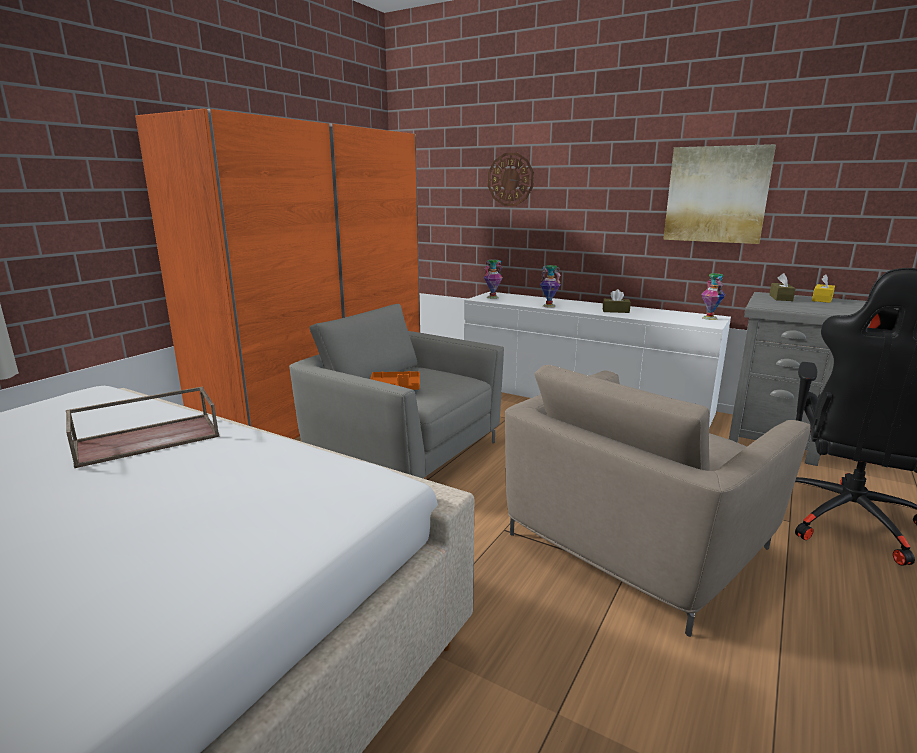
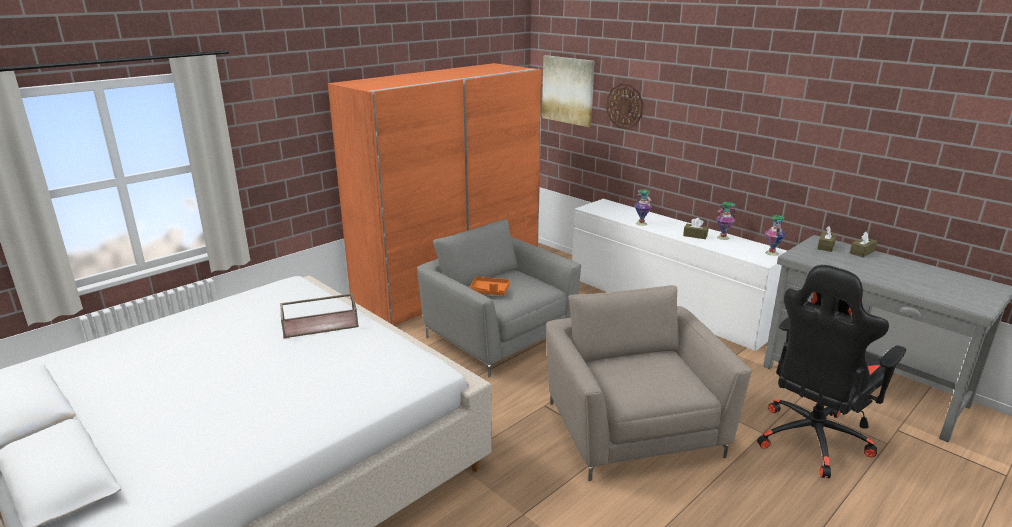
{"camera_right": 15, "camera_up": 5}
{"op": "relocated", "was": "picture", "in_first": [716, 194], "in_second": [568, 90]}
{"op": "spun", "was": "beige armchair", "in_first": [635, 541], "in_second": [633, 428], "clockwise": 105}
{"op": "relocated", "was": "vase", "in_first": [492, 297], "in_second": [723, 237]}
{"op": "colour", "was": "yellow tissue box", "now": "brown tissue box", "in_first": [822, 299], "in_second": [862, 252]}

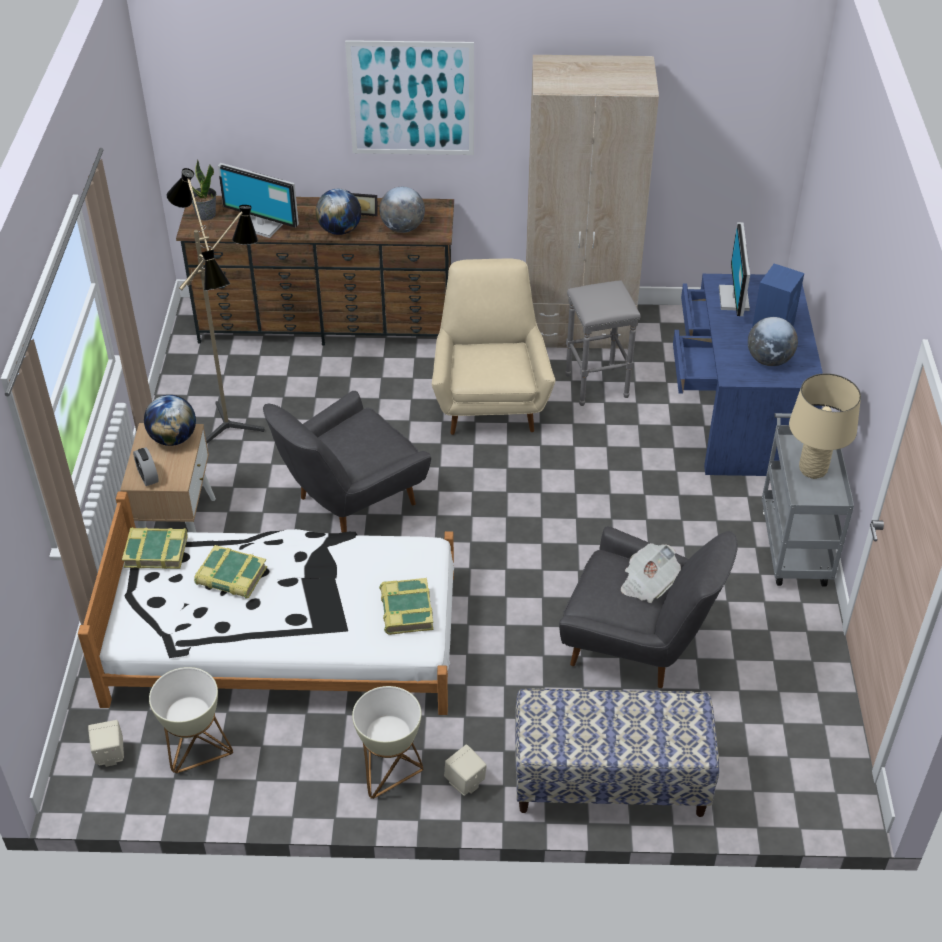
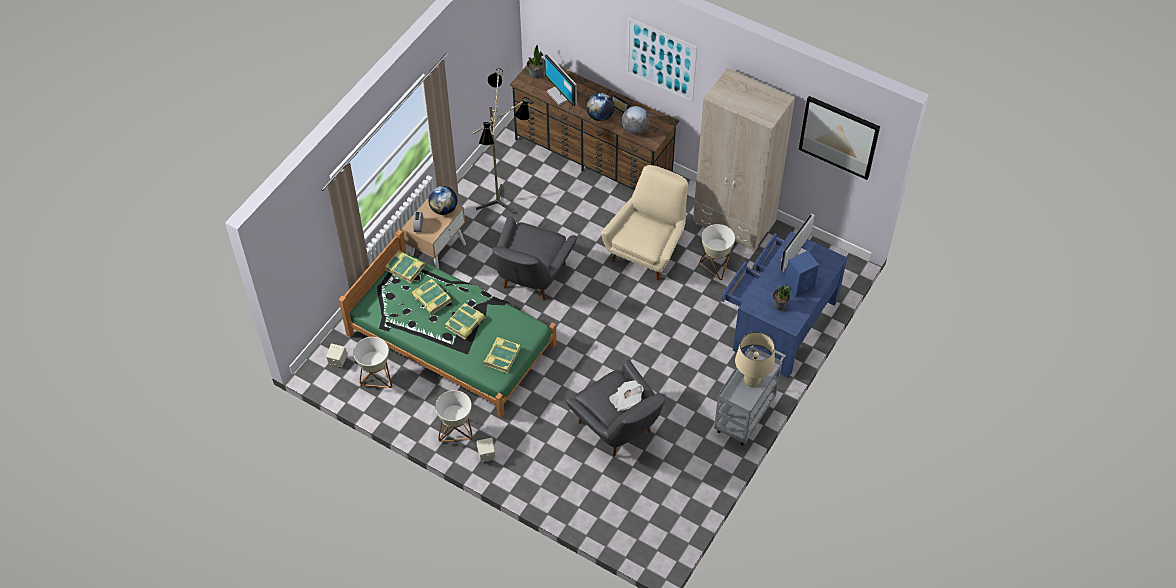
{"camera_right": 30, "camera_up": 10}
{"op": "colour", "was": "white bed", "now": "green bed", "in_first": [284, 637], "in_second": [451, 339]}
{"op": "appeared", "now": "book", "in_second": [465, 323]}
{"op": "spun", "was": "grey armchair", "in_first": [350, 503], "in_second": [531, 279], "clockwise": -60}
{"op": "exchanged", "was": "grey stool", "now": "planter", "in_first": [595, 385], "in_second": [715, 265]}
{"op": "exchanged", "was": "globe", "now": "potted plant", "in_first": [769, 360], "in_second": [779, 305]}
{"op": "appeared", "now": "picture", "in_second": [839, 137]}
{"op": "missing", "was": "bench", "in_first": [609, 781]}

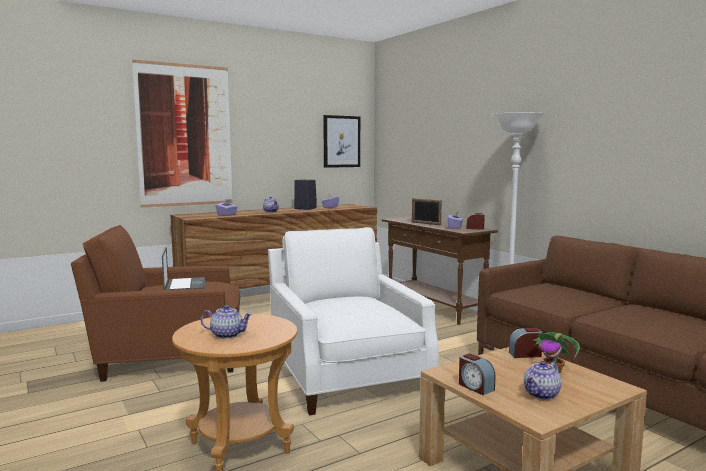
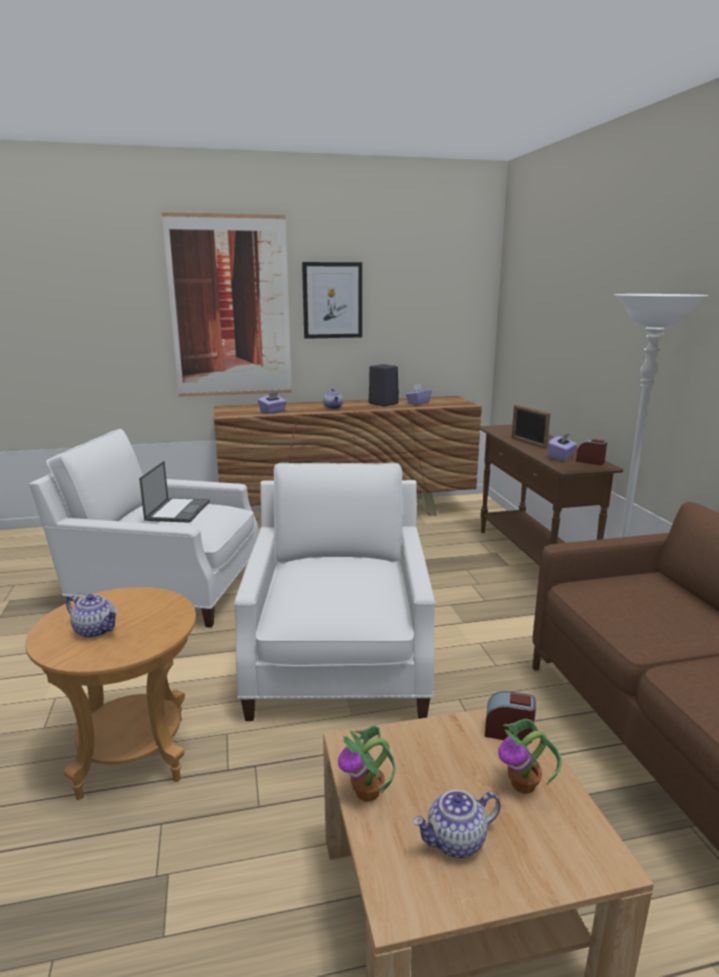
{"camera_right": 20, "camera_up": 10}
{"op": "colour", "was": "brown armchair", "now": "white armchair", "in_first": [170, 355], "in_second": [166, 587]}
{"op": "relocated", "was": "picture", "in_first": [341, 141], "in_second": [332, 300]}
{"op": "exchanged", "was": "alarm clock", "now": "potted plant", "in_first": [475, 387], "in_second": [368, 793]}

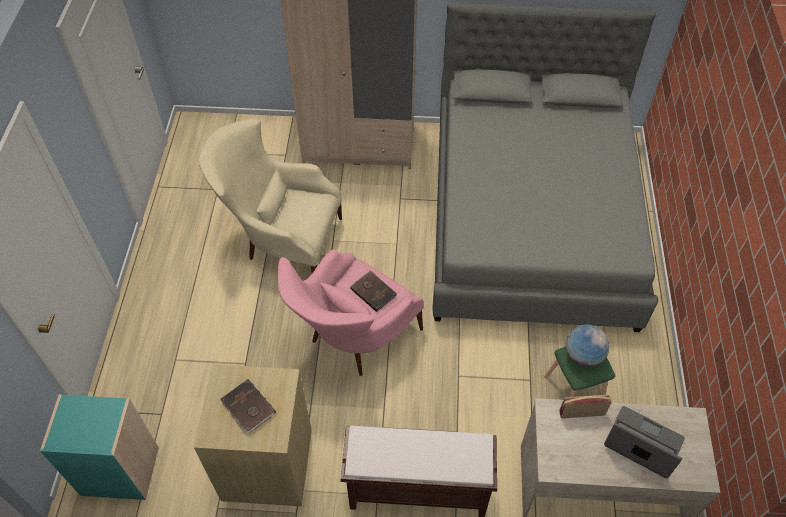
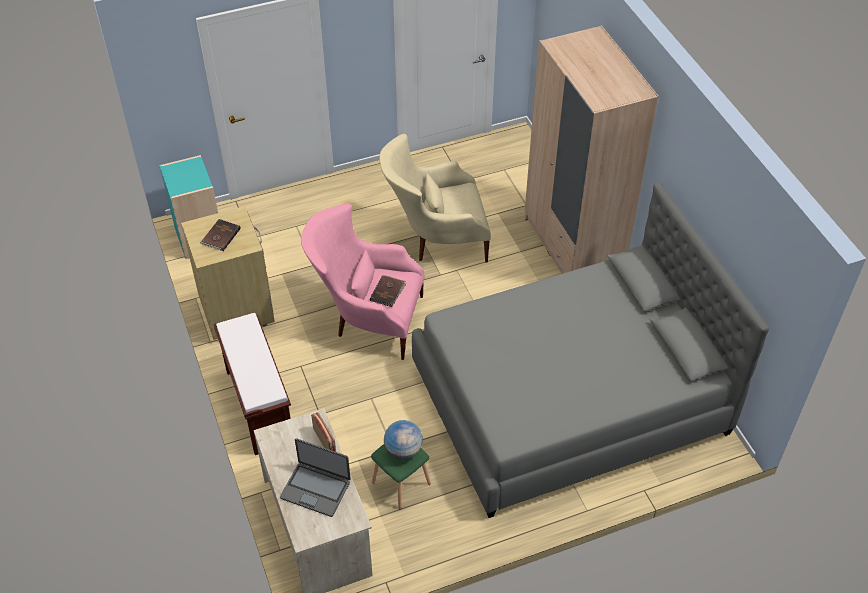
{"camera_right": 65, "camera_up": -5}
{"op": "spun", "was": "laptop", "in_first": [642, 443], "in_second": [316, 489], "clockwise": 105}
{"op": "spun", "was": "beige armchair", "in_first": [281, 241], "in_second": [435, 239], "clockwise": -90}

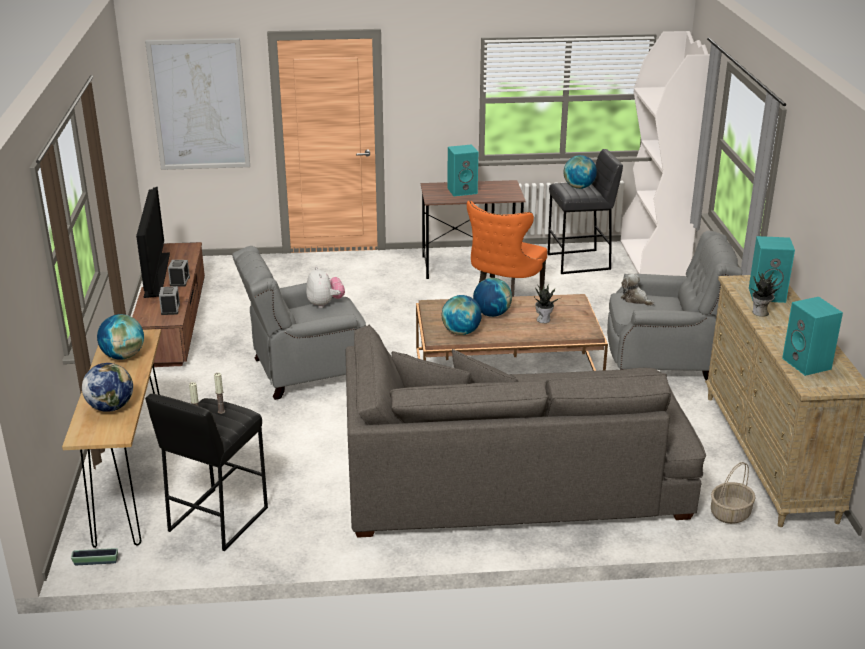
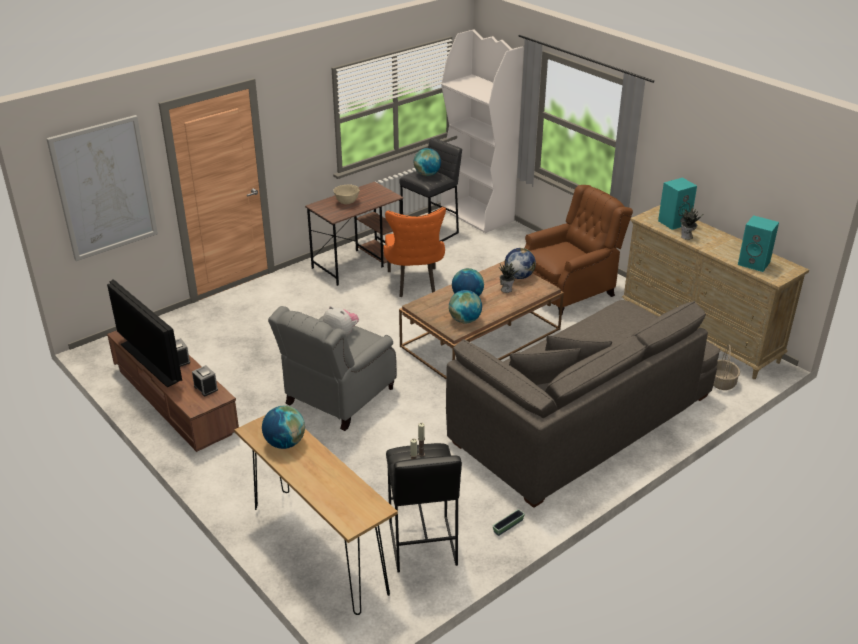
{"camera_right": -35, "camera_up": 5}
{"op": "exchanged", "was": "turquoise speaker", "now": "beige bowl", "in_first": [462, 190], "in_second": [347, 202]}
{"op": "relocated", "was": "planter", "in_first": [96, 561], "in_second": [508, 526]}
{"op": "relocated", "was": "globe", "in_first": [111, 407], "in_second": [519, 276]}
{"op": "colour", "was": "grey armchair", "now": "brown armchair", "in_first": [663, 360], "in_second": [568, 291]}
{"op": "missing", "was": "plush toy", "in_first": [635, 299]}

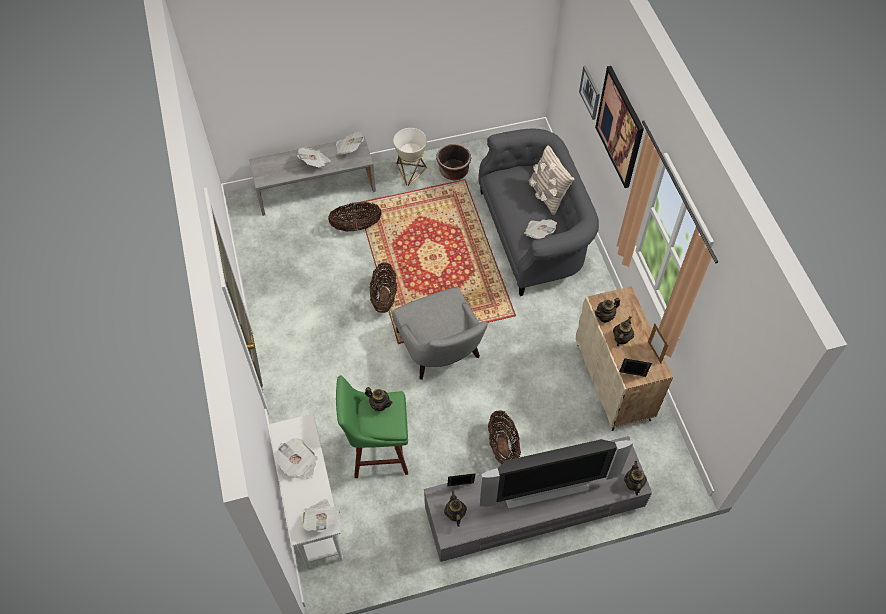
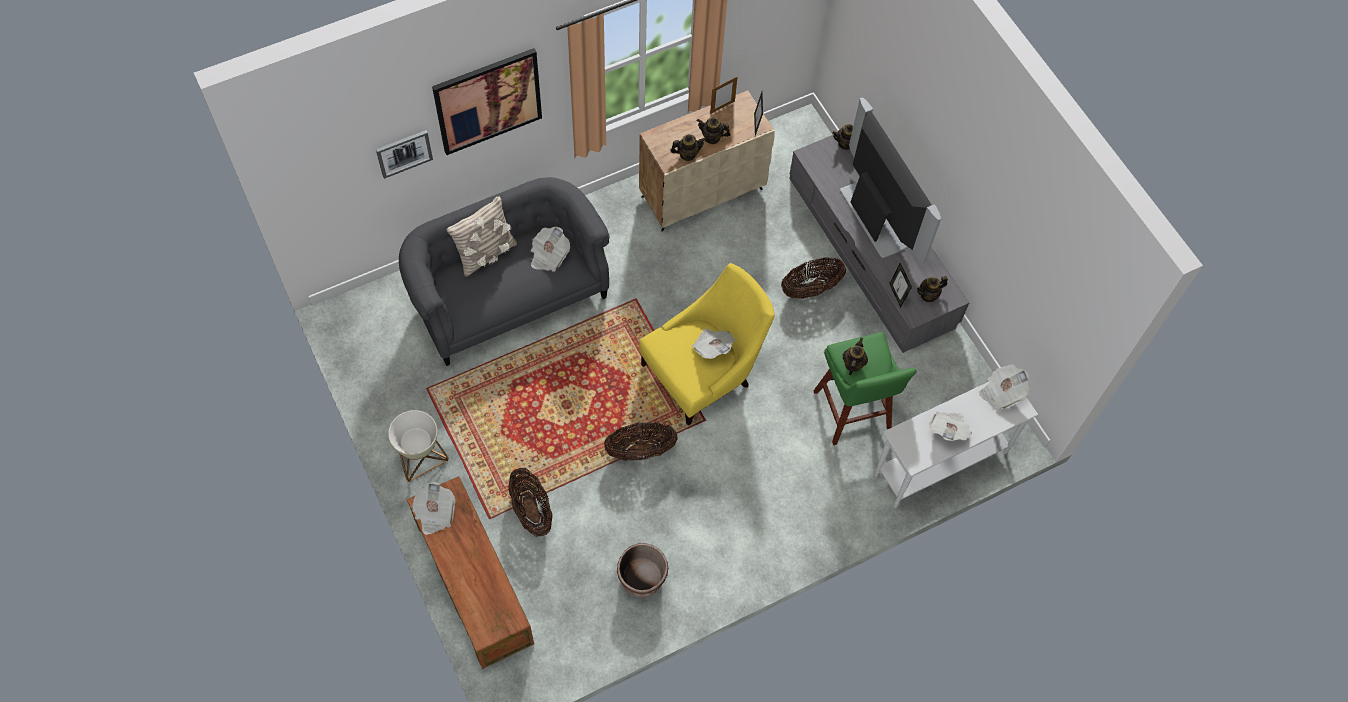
{"camera_right": -105, "camera_up": 5}
{"op": "colour", "was": "grey bench", "now": "brown bench", "in_first": [316, 188], "in_second": [471, 581]}
{"op": "relocated", "was": "brown planter", "in_first": [453, 171], "in_second": [642, 578]}
{"op": "colour", "was": "grey armchair", "now": "yellow armchair", "in_first": [441, 351], "in_second": [704, 370]}
{"op": "spun", "was": "teapot", "in_first": [605, 316], "in_second": [687, 154], "clockwise": -60}
{"op": "relocated", "was": "newspaper", "in_first": [314, 163], "in_second": [712, 347]}

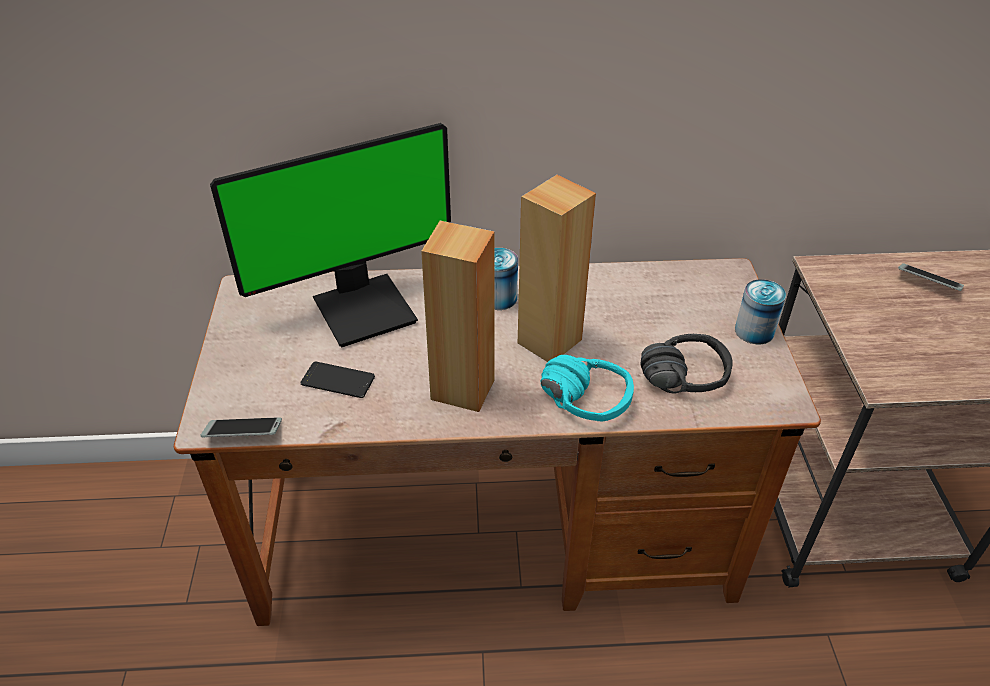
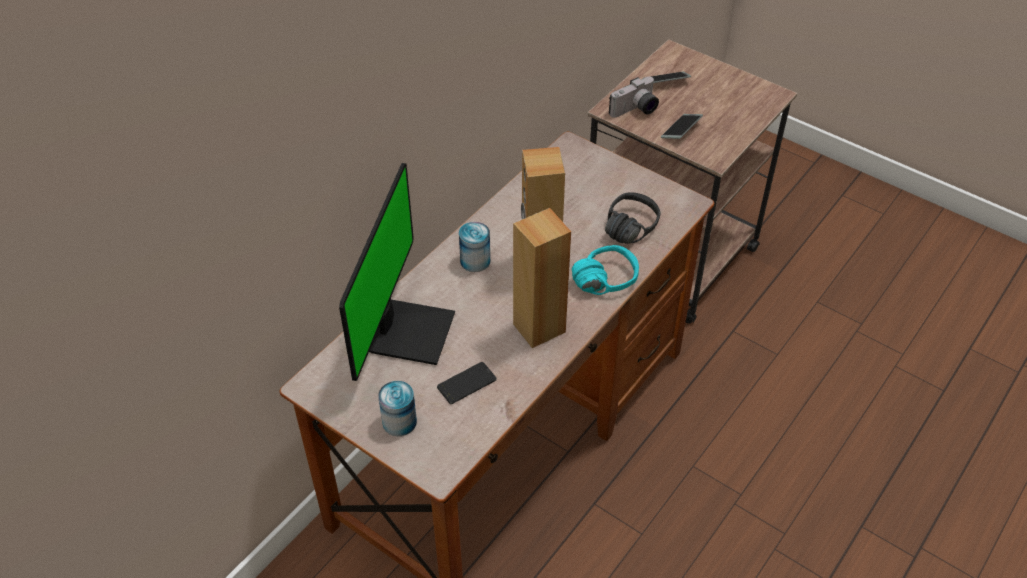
{"camera_right": -50, "camera_up": 5}
{"op": "relocated", "was": "can", "in_first": [754, 331], "in_second": [399, 422]}
{"op": "appeared", "now": "photo camera", "in_second": [635, 110]}
{"op": "relocated", "was": "phone", "in_first": [243, 433], "in_second": [681, 130]}

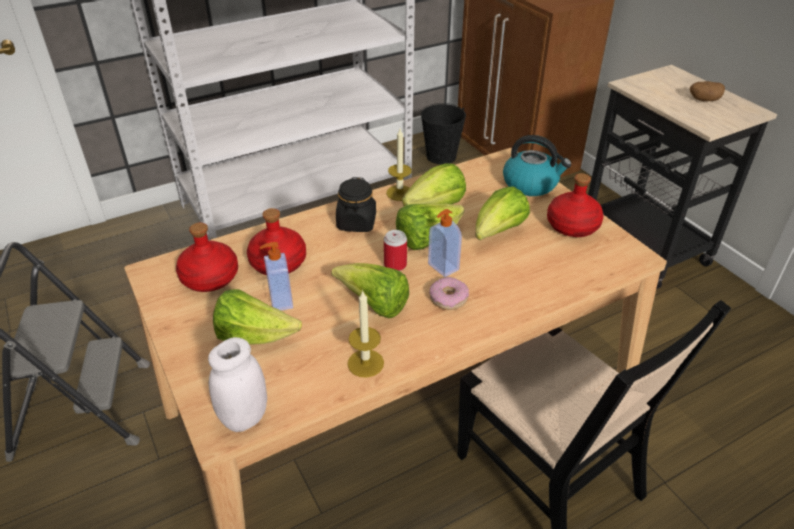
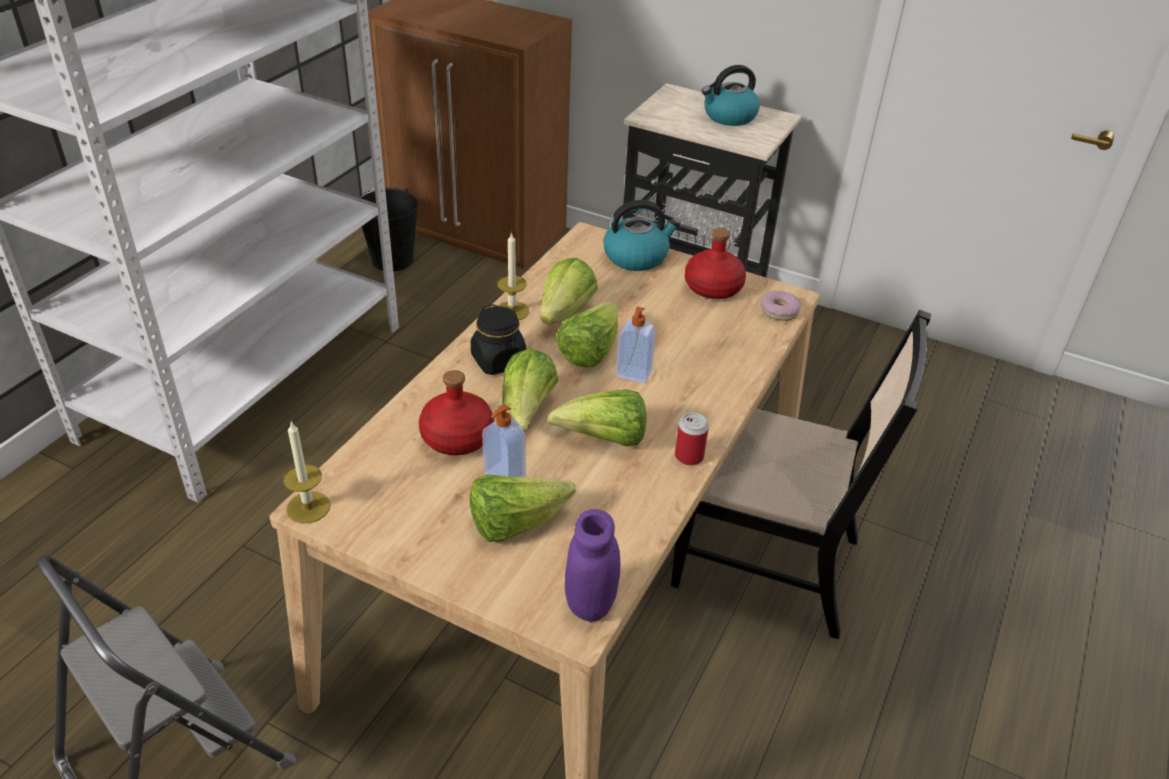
{"camera_right": -35, "camera_up": 0}
{"op": "relocated", "was": "candle", "in_first": [365, 363], "in_second": [308, 507]}
{"op": "relocated", "was": "lettuce", "in_first": [498, 232], "in_second": [527, 410]}
{"op": "colour", "was": "white jar", "now": "purple jar", "in_first": [245, 417], "in_second": [590, 604]}
{"op": "relocated", "was": "can", "in_first": [395, 265], "in_second": [689, 456]}
{"op": "exchanged", "was": "potato", "now": "kettle", "in_first": [703, 100], "in_second": [729, 117]}
{"op": "relocated", "was": "donut", "in_first": [448, 298], "in_second": [779, 311]}
{"op": "missing", "was": "red bottle", "in_first": [209, 278]}

